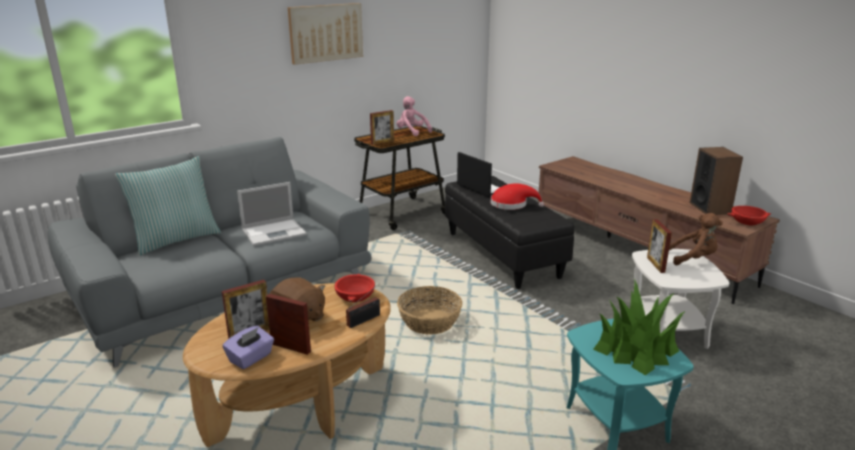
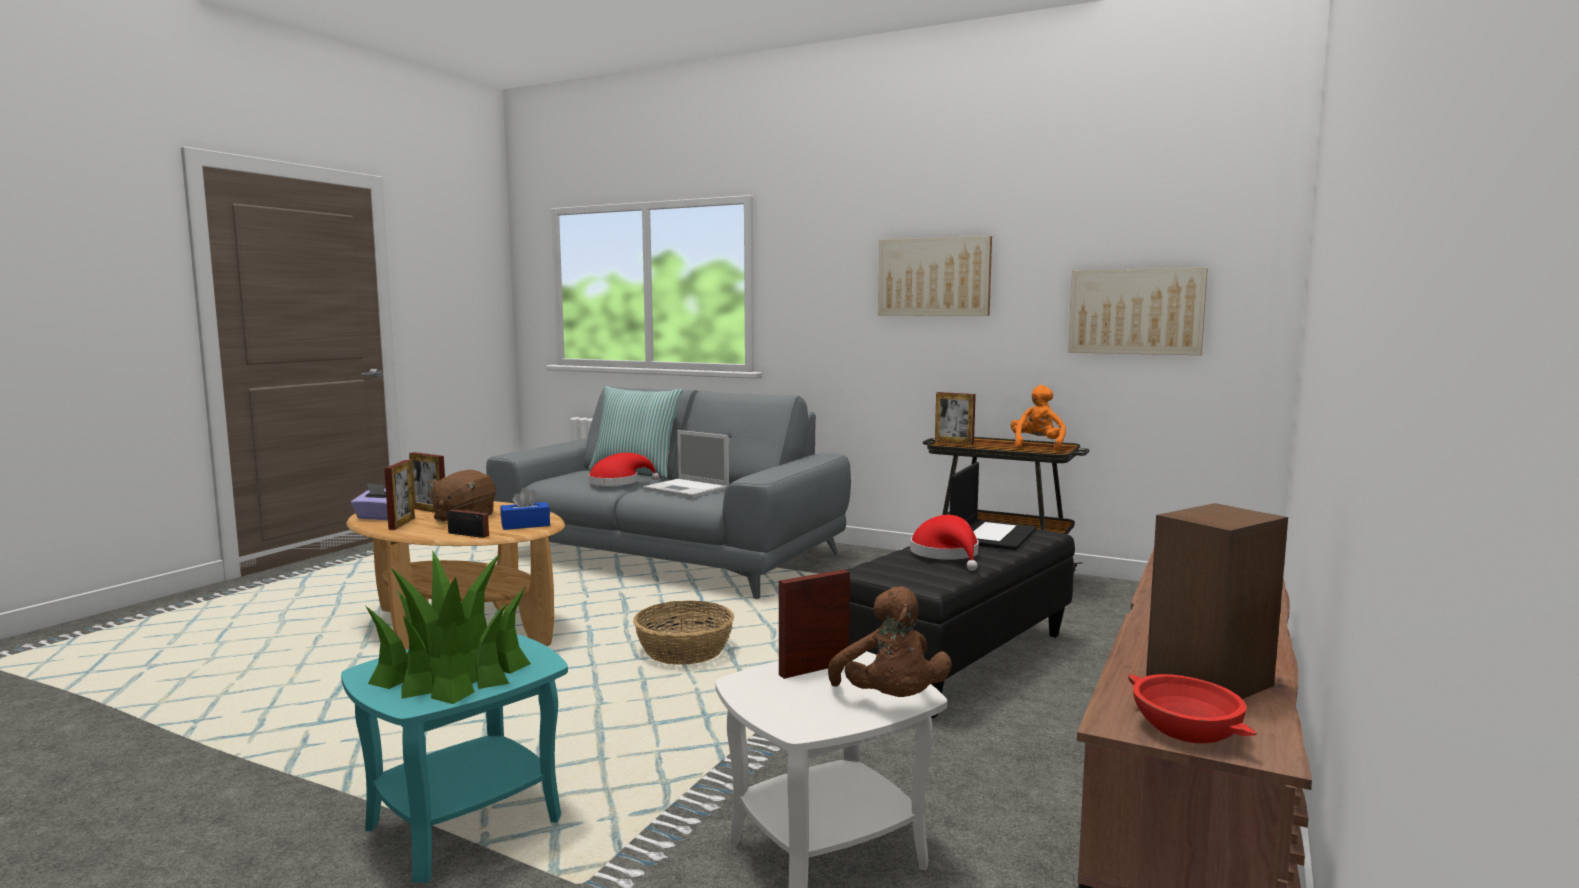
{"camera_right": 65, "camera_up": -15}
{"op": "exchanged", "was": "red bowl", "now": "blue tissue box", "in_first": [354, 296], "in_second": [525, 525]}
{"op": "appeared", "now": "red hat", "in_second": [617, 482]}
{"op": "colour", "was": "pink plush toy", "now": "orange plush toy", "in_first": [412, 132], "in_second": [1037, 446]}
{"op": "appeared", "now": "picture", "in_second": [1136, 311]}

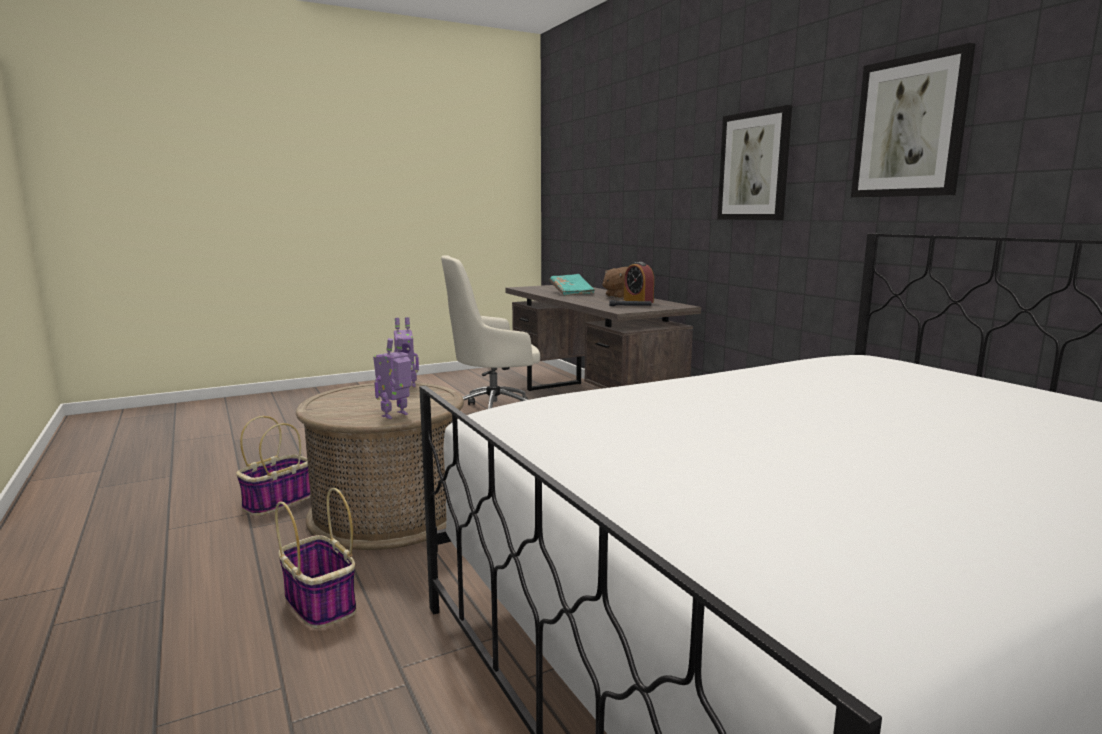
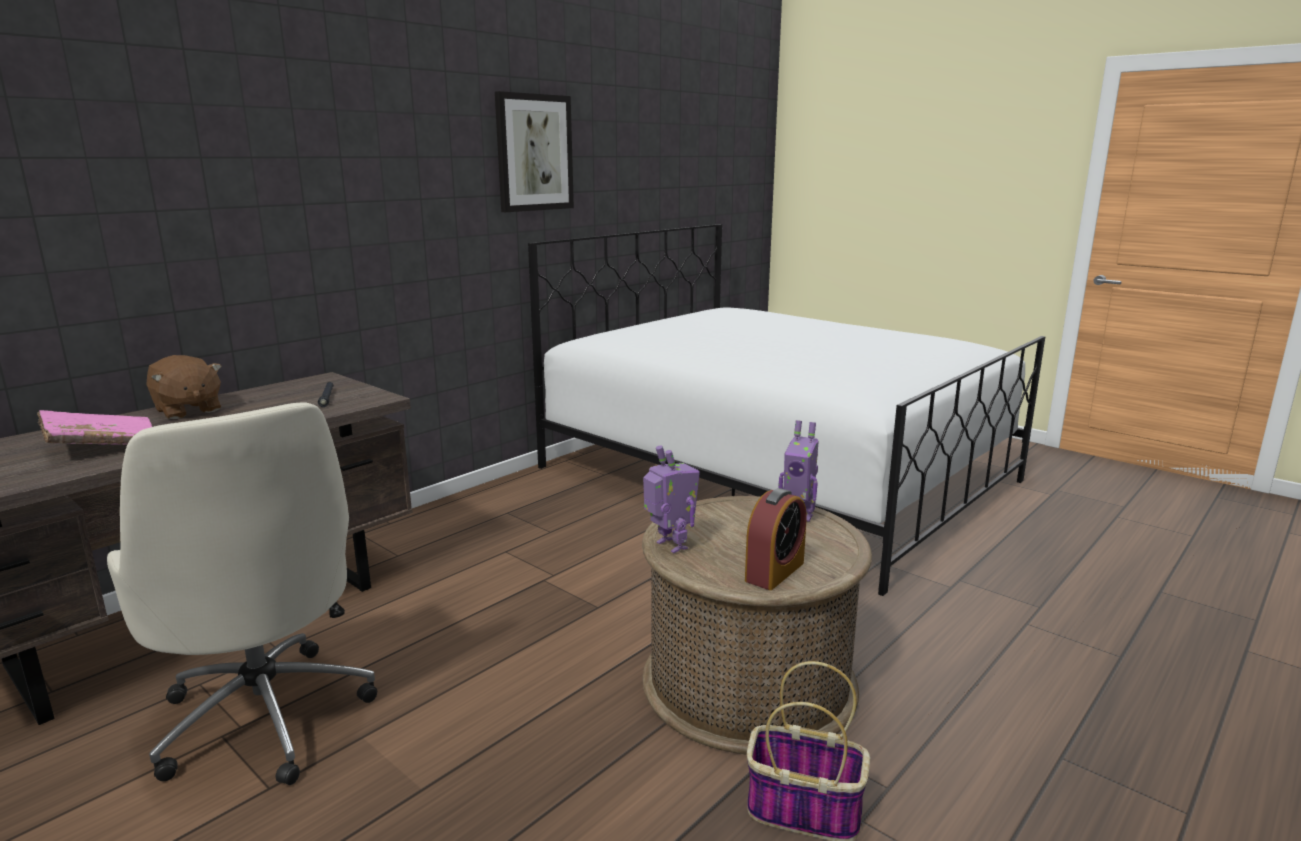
{"camera_right": -110, "camera_up": 5}
{"op": "colour", "was": "turquoise book", "now": "pink book", "in_first": [571, 293], "in_second": [102, 446]}
{"op": "relocated", "was": "alarm clock", "in_first": [638, 301], "in_second": [774, 571]}
{"op": "missing", "was": "basket", "in_first": [319, 603]}
{"op": "missing", "was": "picture", "in_first": [754, 166]}

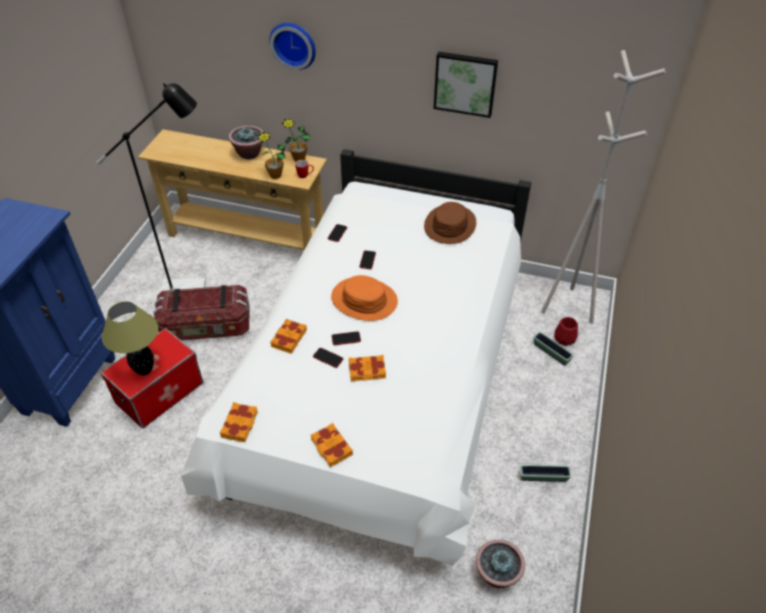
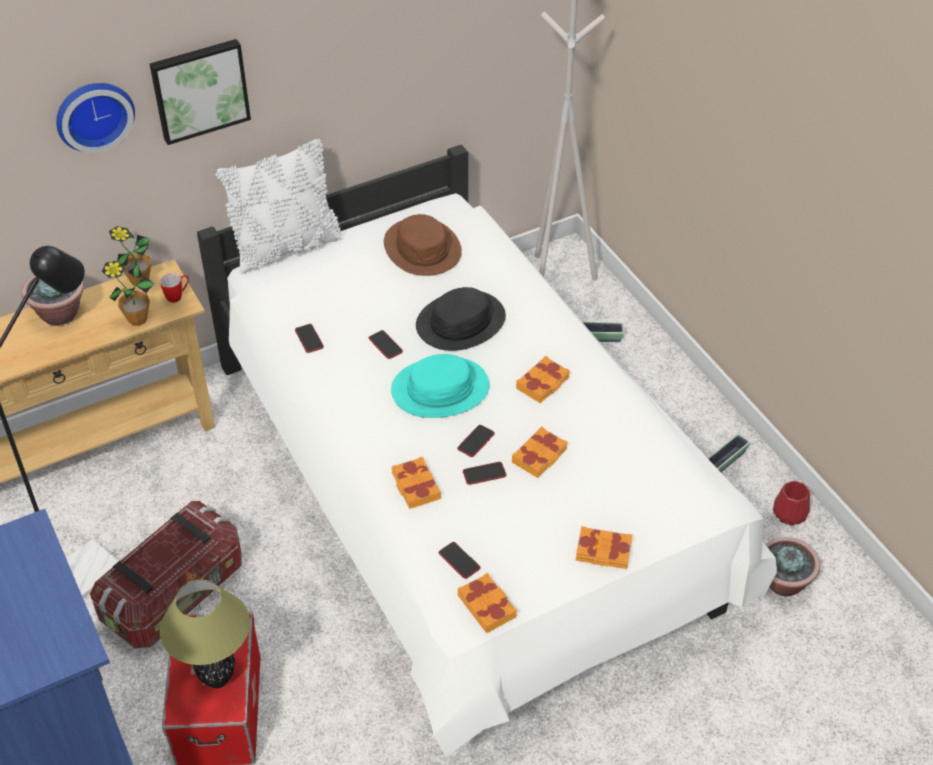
{"camera_right": -45, "camera_up": 0}
{"op": "relocated", "was": "picture", "in_first": [465, 83], "in_second": [199, 89]}
{"op": "appeared", "now": "white pillow", "in_second": [286, 247]}
{"op": "colour", "was": "orange hat", "now": "turquoise hat", "in_first": [364, 300], "in_second": [440, 389]}
{"op": "appeared", "now": "black hat", "in_second": [461, 322]}
{"op": "appeared", "now": "phone", "in_second": [459, 561]}
{"op": "appeared", "now": "orange book", "in_second": [543, 383]}
{"op": "relocated", "was": "red vase", "in_first": [564, 339], "in_second": [788, 515]}

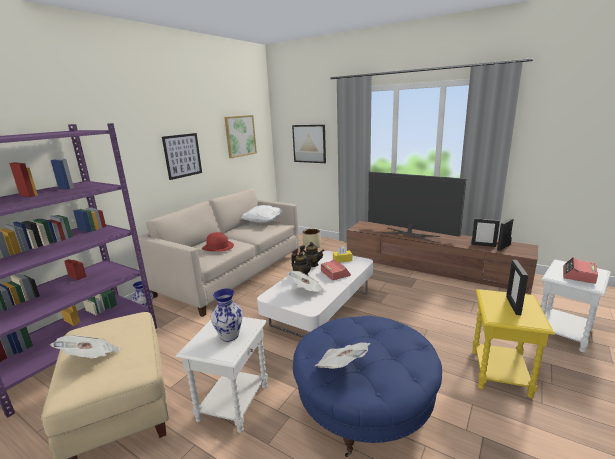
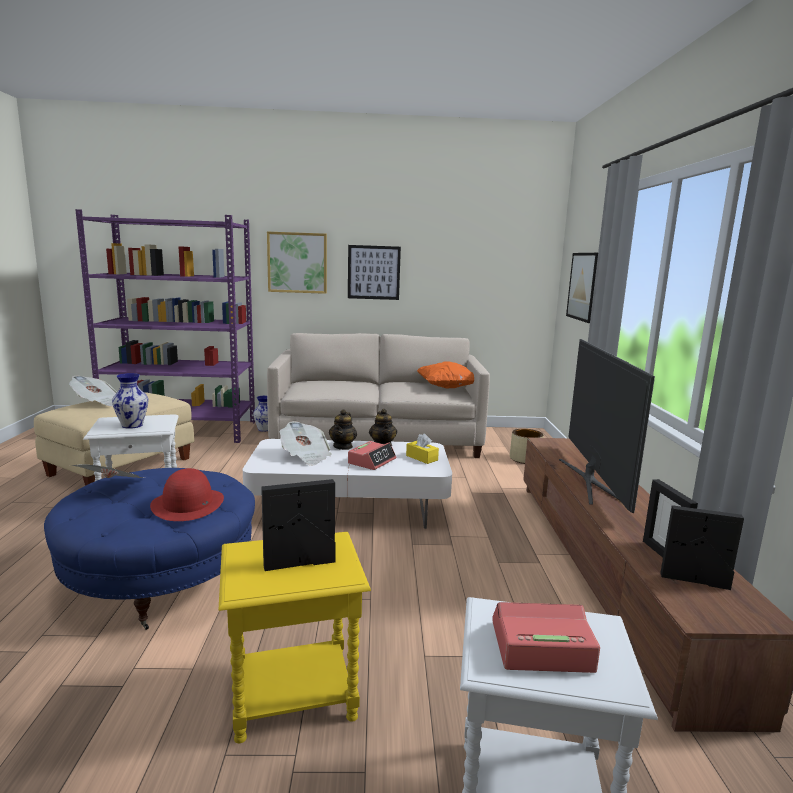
{"camera_right": 55, "camera_up": -5}
{"op": "relocated", "was": "red hat", "in_first": [218, 247], "in_second": [188, 504]}
{"op": "relocated", "was": "picture", "in_first": [240, 136], "in_second": [297, 262]}
{"op": "colour", "was": "white pillow", "now": "orange pillow", "in_first": [263, 222], "in_second": [446, 388]}

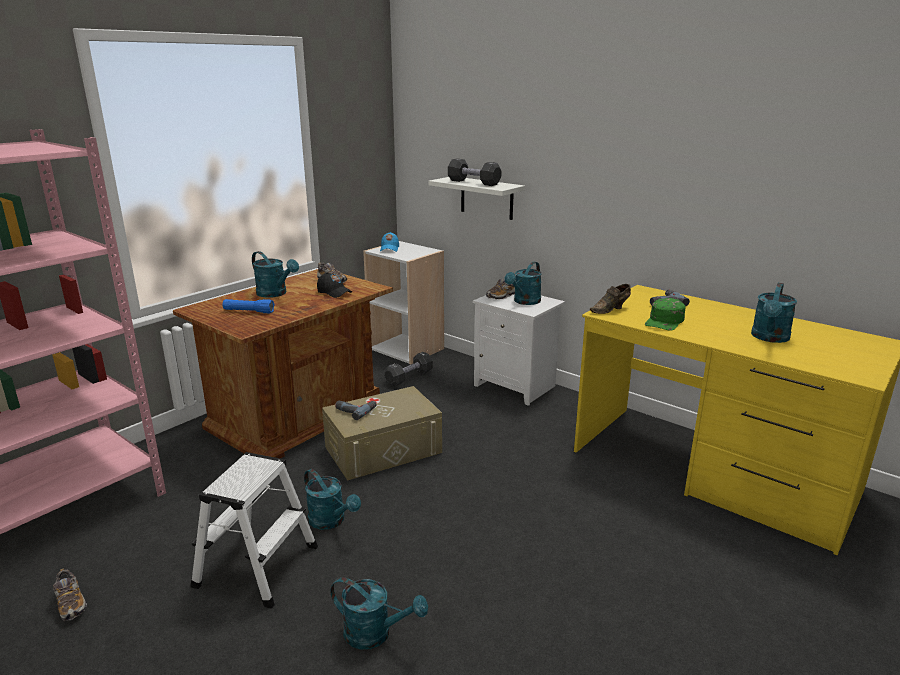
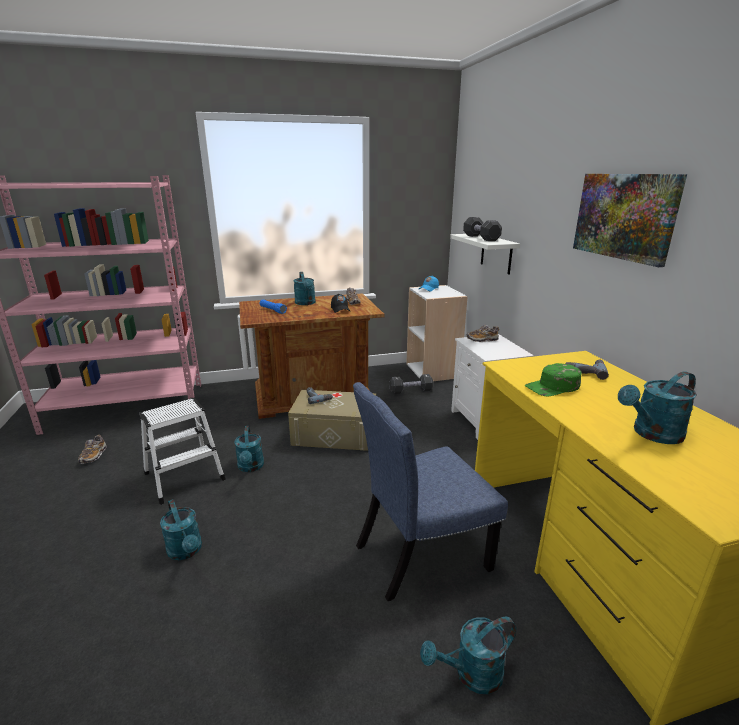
{"camera_right": 35, "camera_up": 0}
{"op": "appeared", "now": "blue chair", "in_second": [423, 554]}
{"op": "relocated", "was": "turquoise watering can", "in_first": [524, 302], "in_second": [471, 674]}
{"op": "appeared", "now": "picture", "in_second": [624, 216]}
{"op": "missing", "was": "brown shoe", "in_first": [611, 310]}

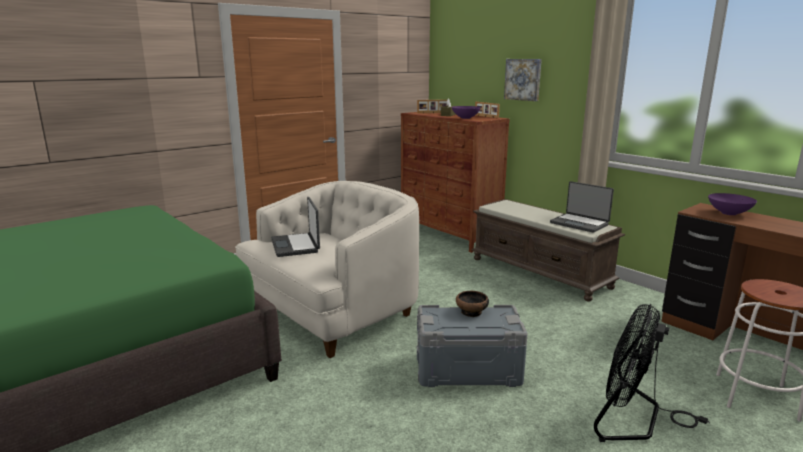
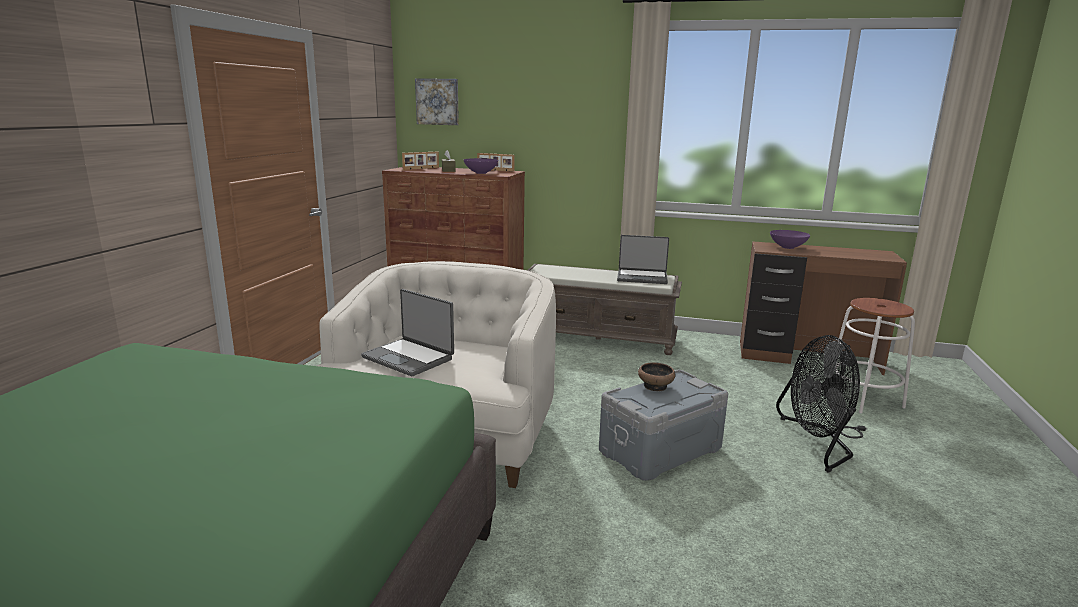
{"camera_right": -35, "camera_up": 0}
{"op": "relocated", "was": "picture", "in_first": [523, 79], "in_second": [438, 101]}

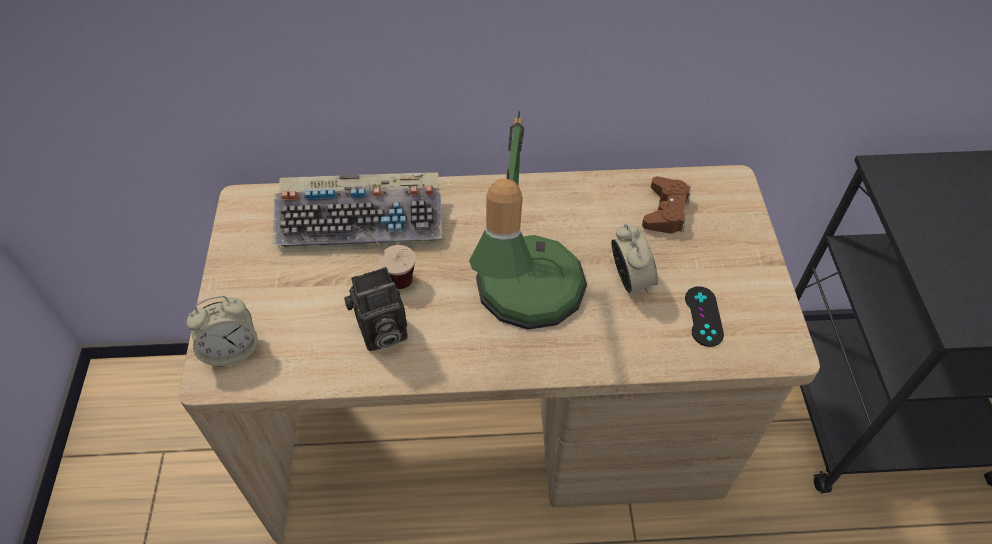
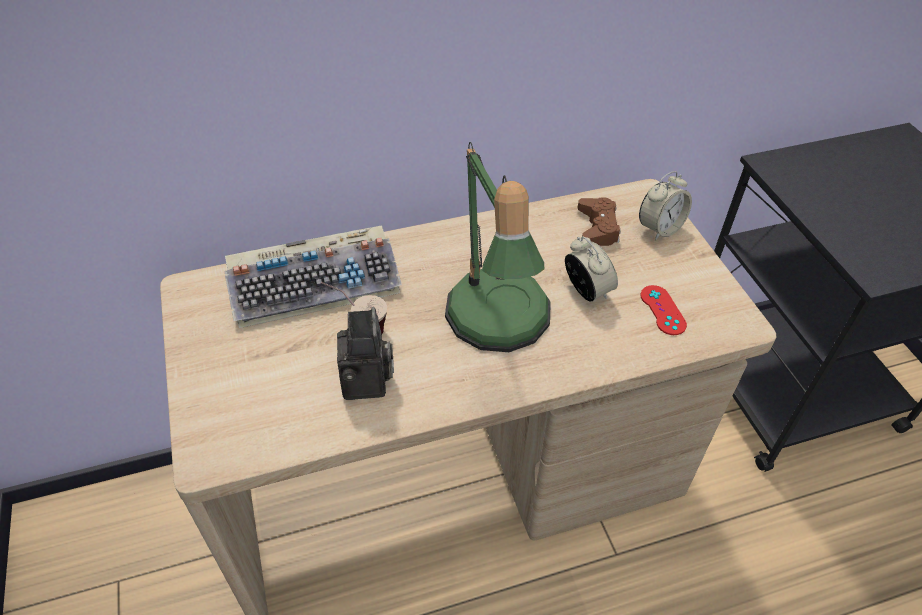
{"camera_right": -15, "camera_up": -5}
{"op": "spun", "was": "photo camera", "in_first": [380, 333], "in_second": [368, 384], "clockwise": -60}
{"op": "relocated", "was": "alarm clock", "in_first": [232, 350], "in_second": [659, 228]}
{"op": "colour", "was": "black game controller", "now": "red game controller", "in_first": [703, 316], "in_second": [662, 310]}

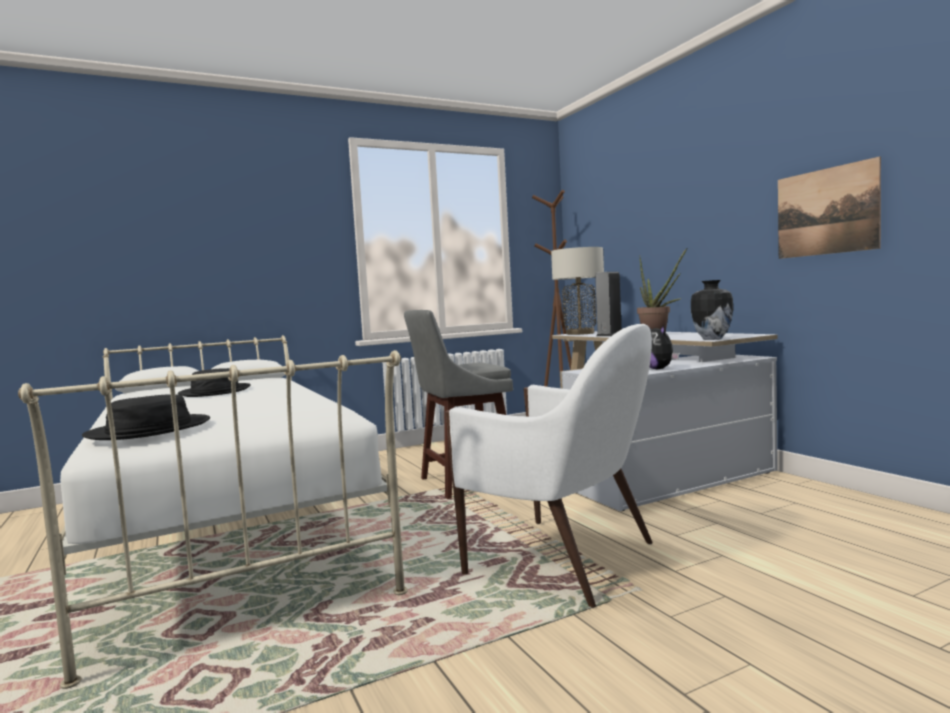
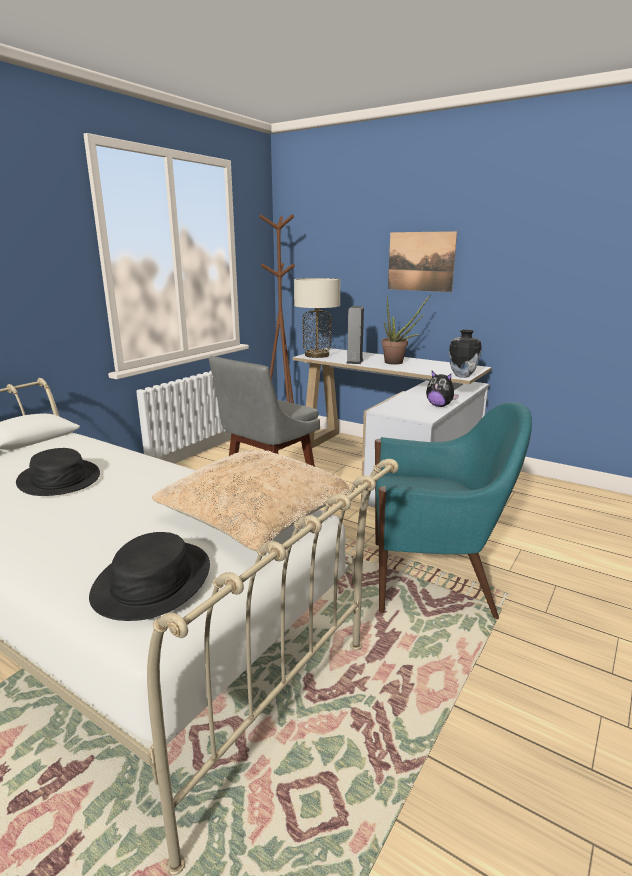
{"camera_right": -30, "camera_up": 15}
{"op": "appeared", "now": "beige pillow", "in_second": [256, 514]}
{"op": "colour", "was": "white armchair", "now": "turquoise armchair", "in_first": [565, 559], "in_second": [434, 577]}
{"op": "relocated", "was": "picture", "in_first": [826, 211], "in_second": [421, 261]}

